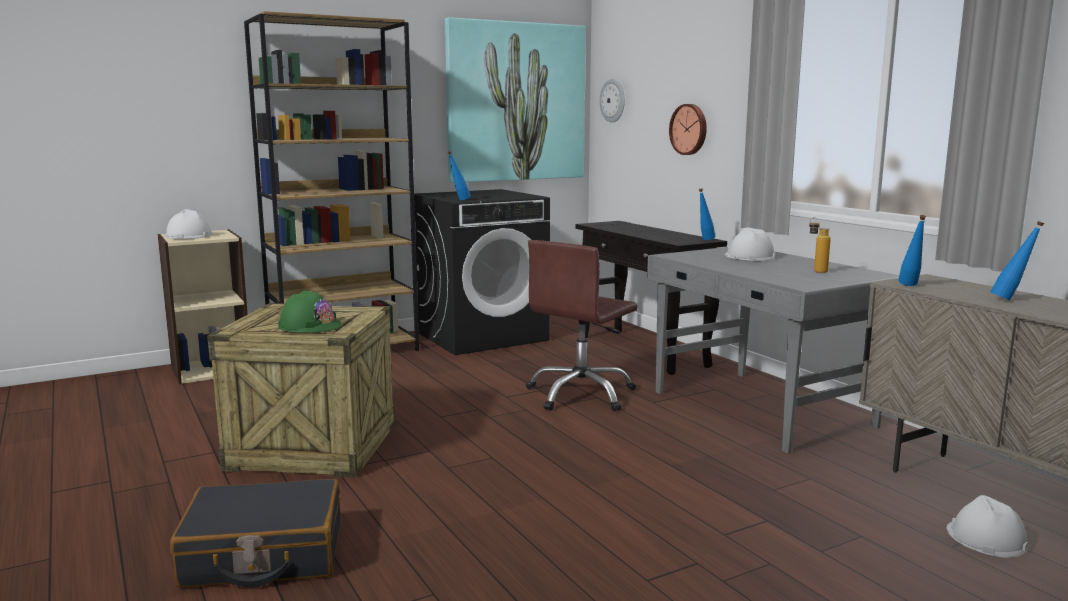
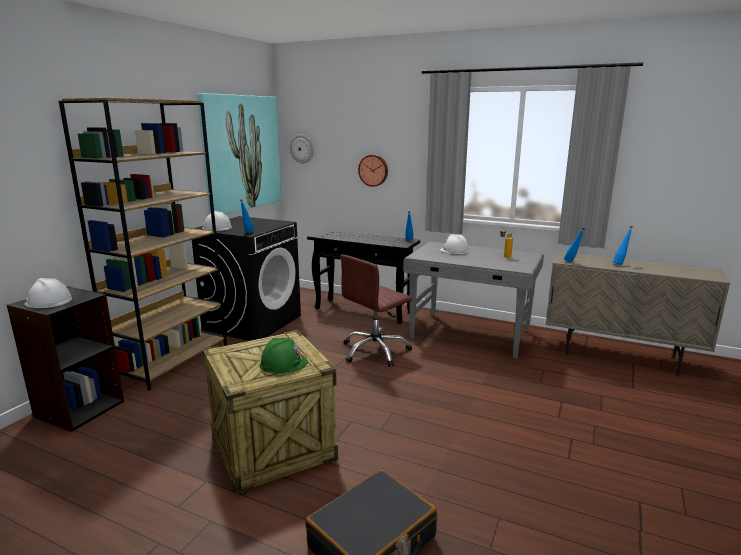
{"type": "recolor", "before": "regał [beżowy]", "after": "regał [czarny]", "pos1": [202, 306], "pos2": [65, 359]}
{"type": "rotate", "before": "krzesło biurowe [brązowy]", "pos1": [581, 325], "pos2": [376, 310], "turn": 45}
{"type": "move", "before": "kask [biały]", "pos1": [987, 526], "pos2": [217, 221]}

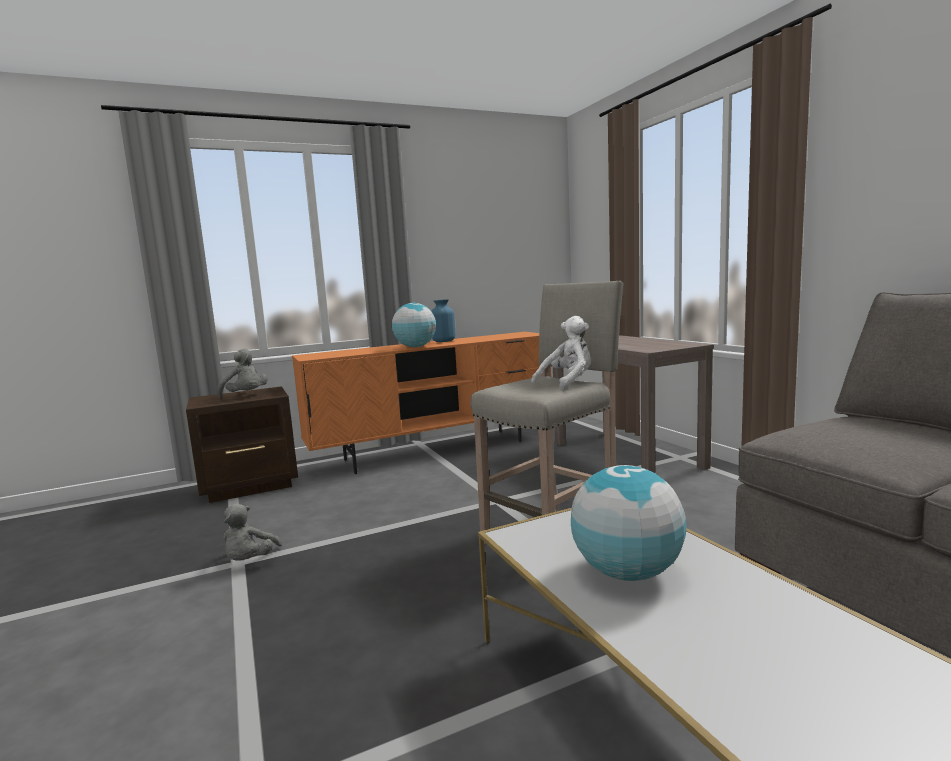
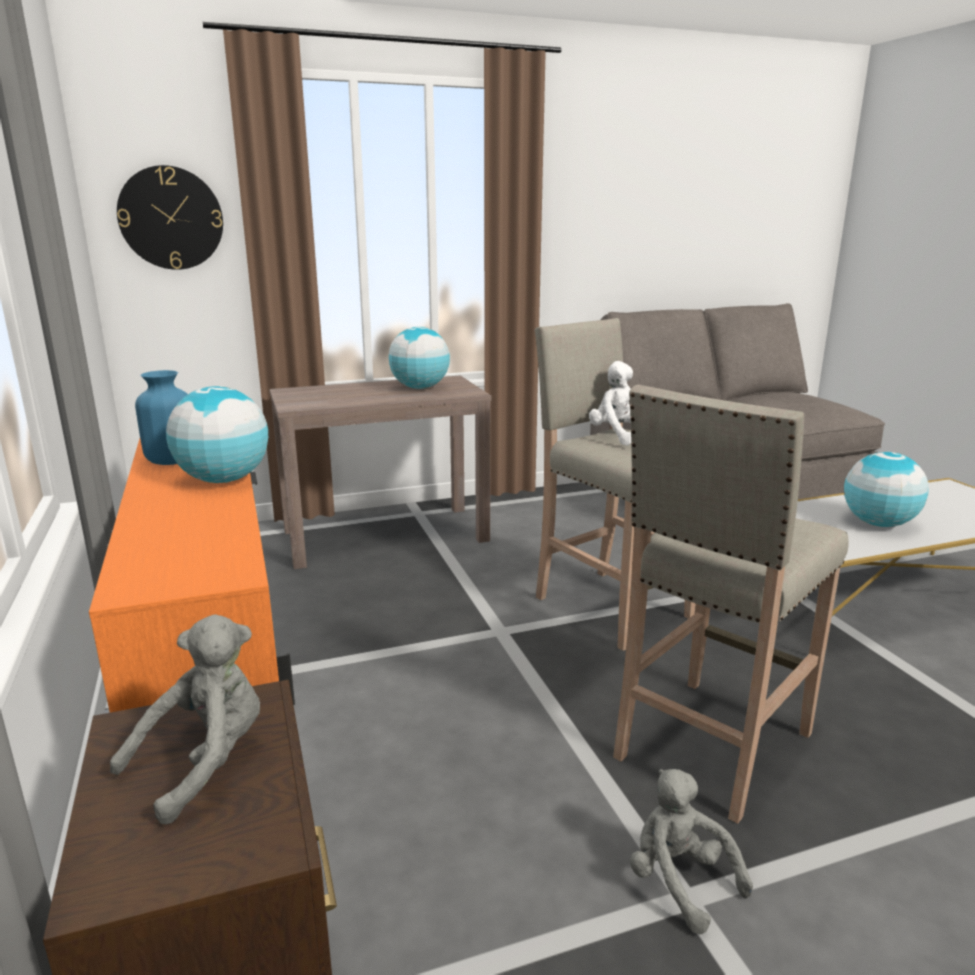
{"type": "rotate", "before": "pluszak [szary]", "pos1": [252, 532], "pos2": [691, 851], "turn": -135}
{"type": "insert", "after": "zegar ścienny", "pos2": [170, 217]}
{"type": "insert", "after": "globus", "pos2": [419, 358]}
{"type": "insert", "after": "stołek [beżowy]", "pos2": [731, 604]}

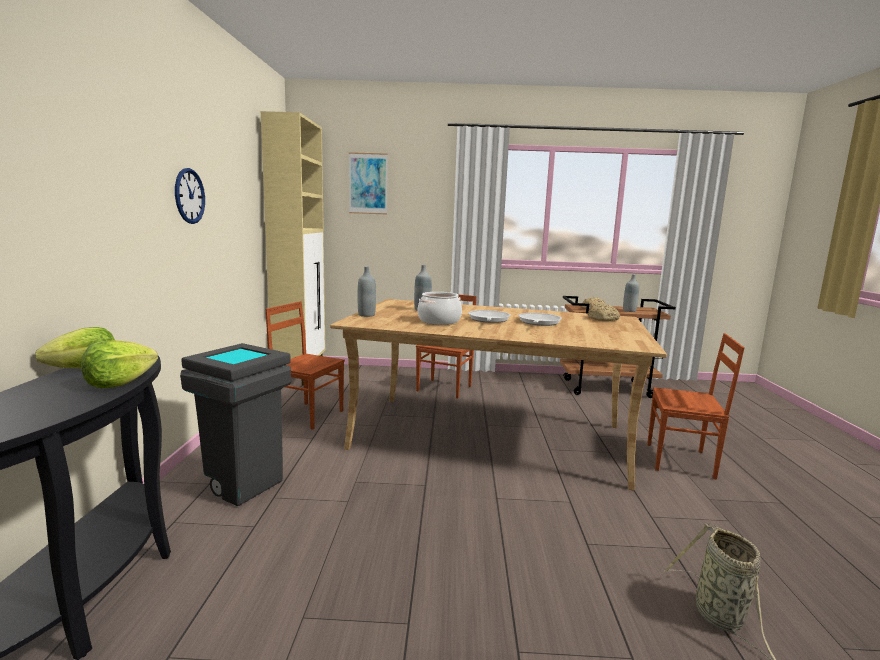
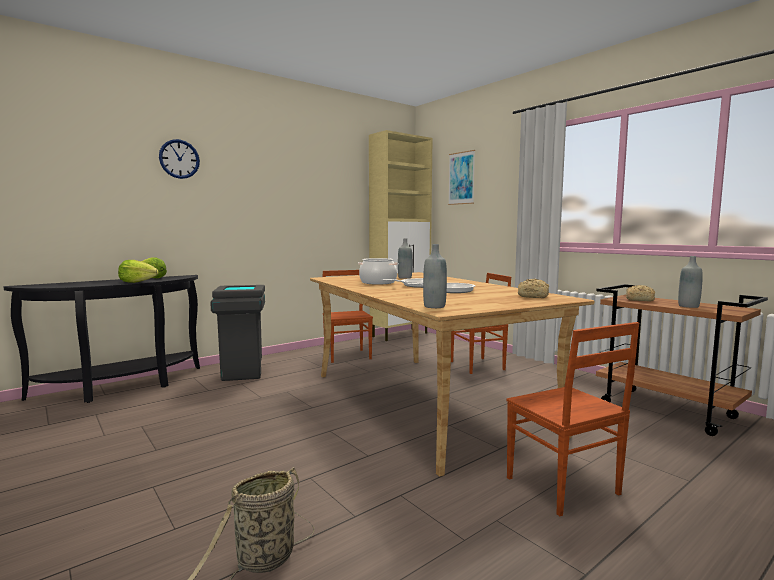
{"type": "move", "before": "zegar ścienny", "pos1": [190, 196], "pos2": [179, 159]}
{"type": "move", "before": "butelka [szary]", "pos1": [367, 291], "pos2": [435, 276]}

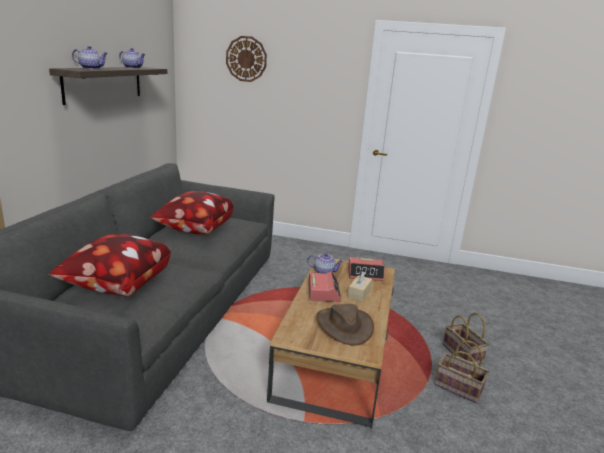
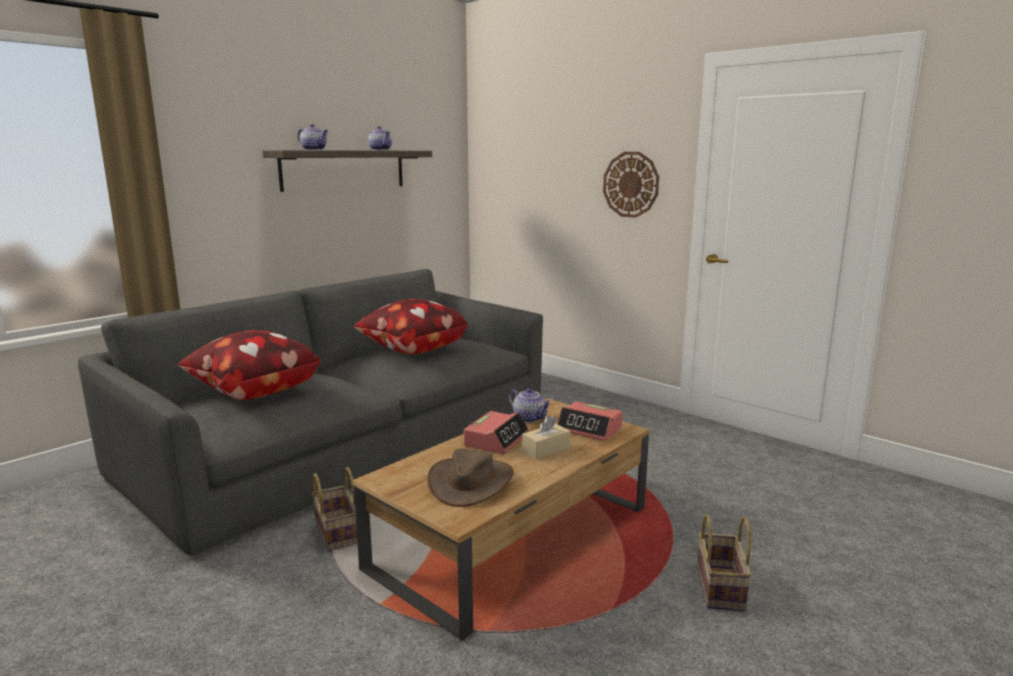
{"type": "move", "before": "zegar ścienny", "pos1": [246, 59], "pos2": [631, 185]}
{"type": "move", "before": "koszyk", "pos1": [462, 371], "pos2": [335, 509]}

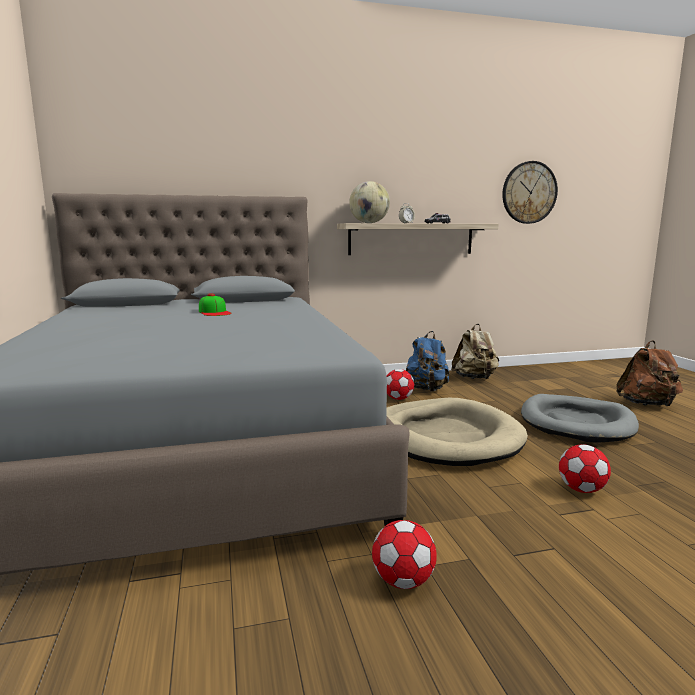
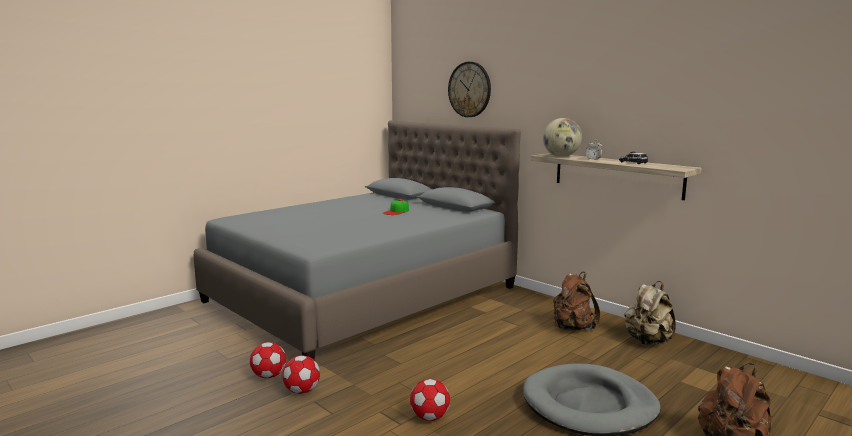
{"type": "move", "before": "piłka futbolowa", "pos1": [400, 384], "pos2": [301, 374]}
{"type": "delete", "before": "legowisko [beżowy]", "pos1": [457, 432]}
{"type": "recolor", "before": "plecak [niebieski]", "after": "plecak [brązowy]", "pos1": [428, 361], "pos2": [576, 301]}
{"type": "move", "before": "zegar ścienny", "pos1": [530, 192], "pos2": [469, 89]}

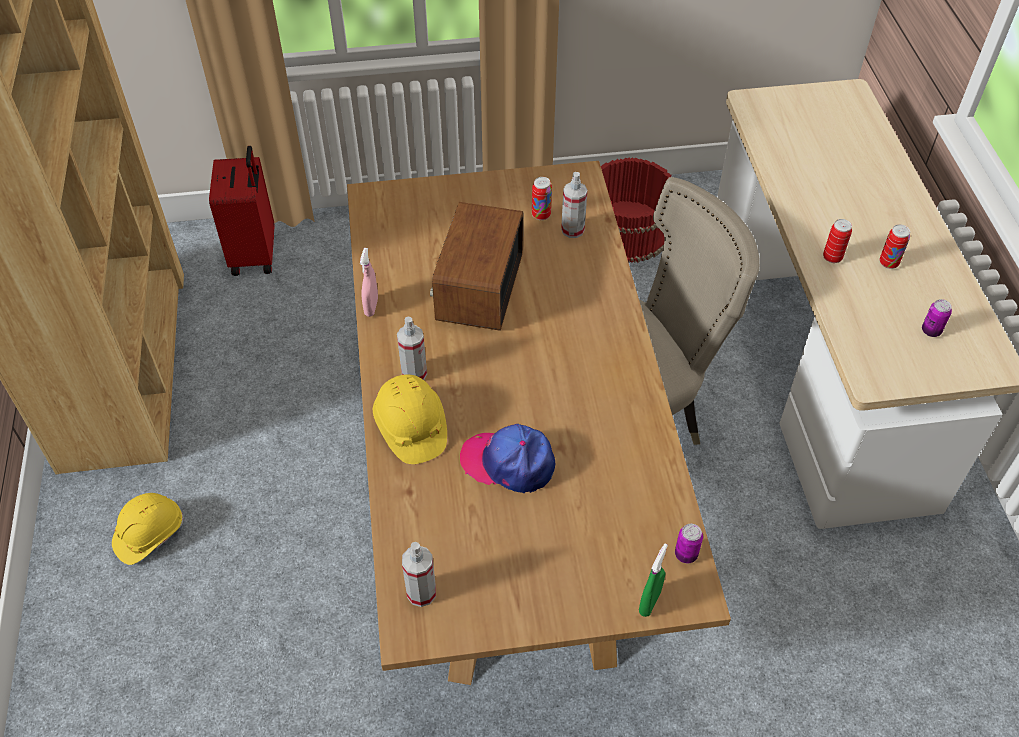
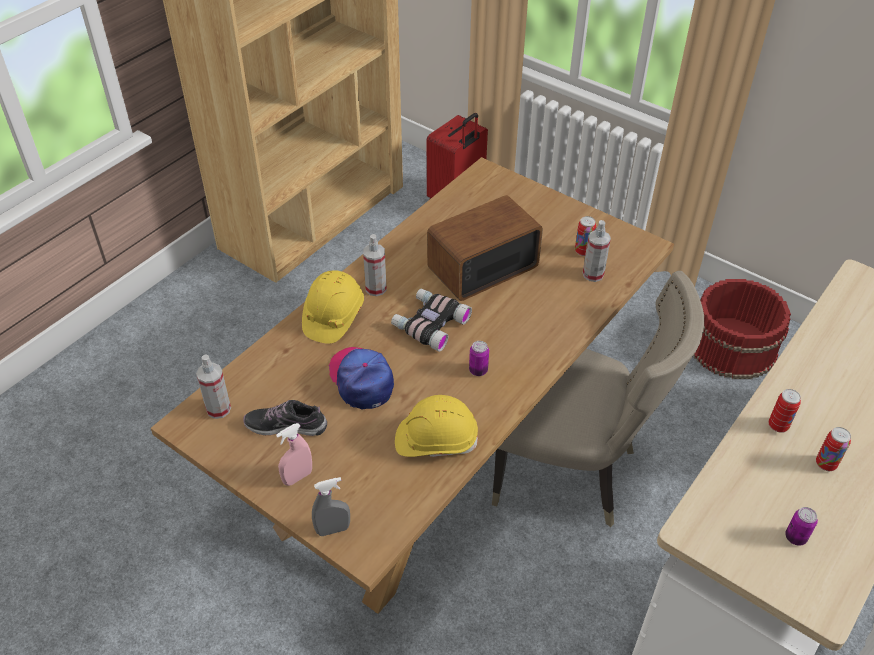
{"type": "move", "before": "kask [żółty]", "pos1": [147, 529], "pos2": [436, 426]}
{"type": "move", "before": "spryskiwacz [różowy]", "pos1": [369, 282], "pos2": [294, 454]}
{"type": "recolor", "before": "spryskiwacz [zielony]", "after": "spryskiwacz [szary]", "pos1": [653, 580], "pos2": [331, 506]}
{"type": "move", "before": "puszka", "pos1": [689, 543], "pos2": [479, 358]}
{"type": "insert", "after": "but", "pos2": [285, 418]}
{"type": "insert", "after": "lornetka", "pos2": [431, 320]}

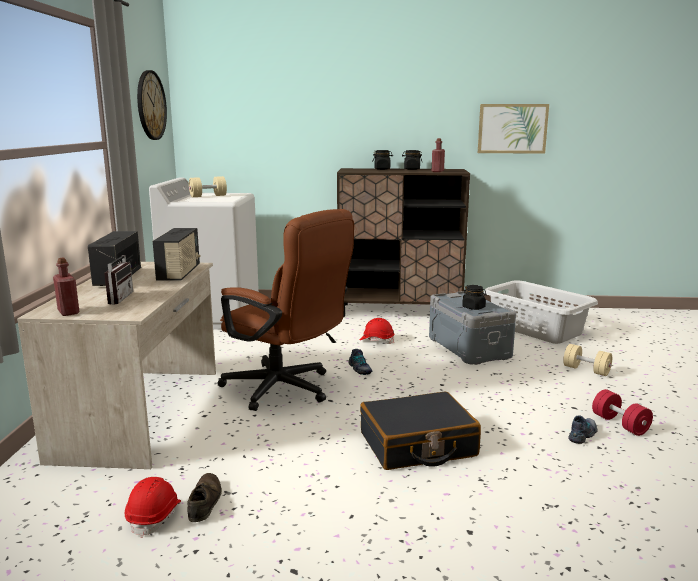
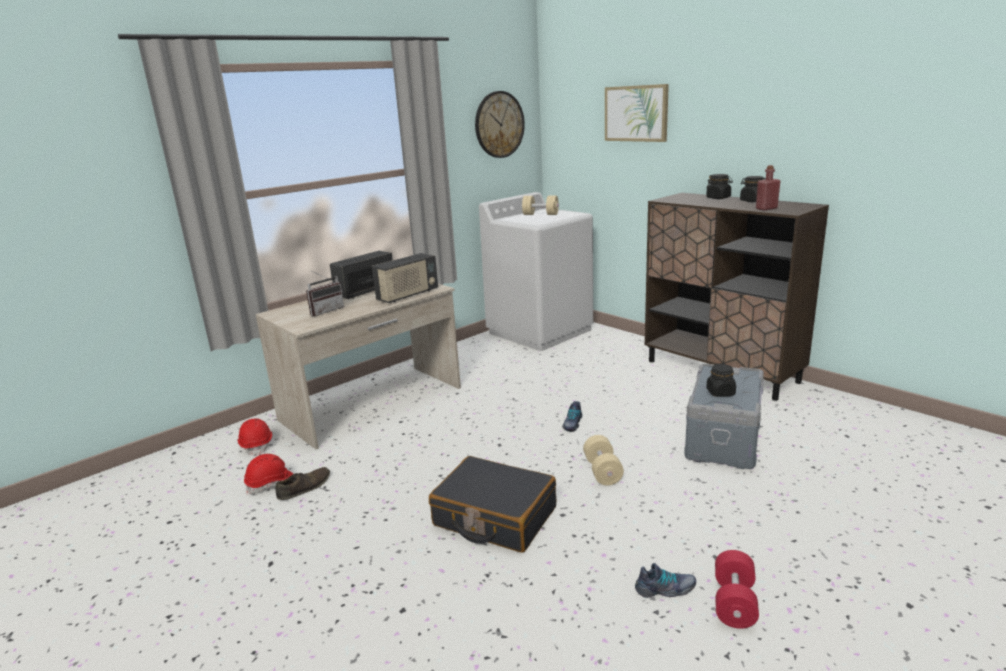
{"type": "delete", "before": "butelka [czerwony]", "pos1": [66, 287]}
{"type": "delete", "before": "krzesło biurowe [brązowy]", "pos1": [286, 310]}
{"type": "move", "before": "kask [czerwony]", "pos1": [377, 331], "pos2": [254, 436]}
{"type": "move", "before": "obraz", "pos1": [513, 128], "pos2": [637, 113]}
{"type": "delete", "before": "kosz na pranie [szary]", "pos1": [541, 312]}
{"type": "move", "before": "hantel [beżowy]", "pos1": [587, 360], "pos2": [603, 460]}

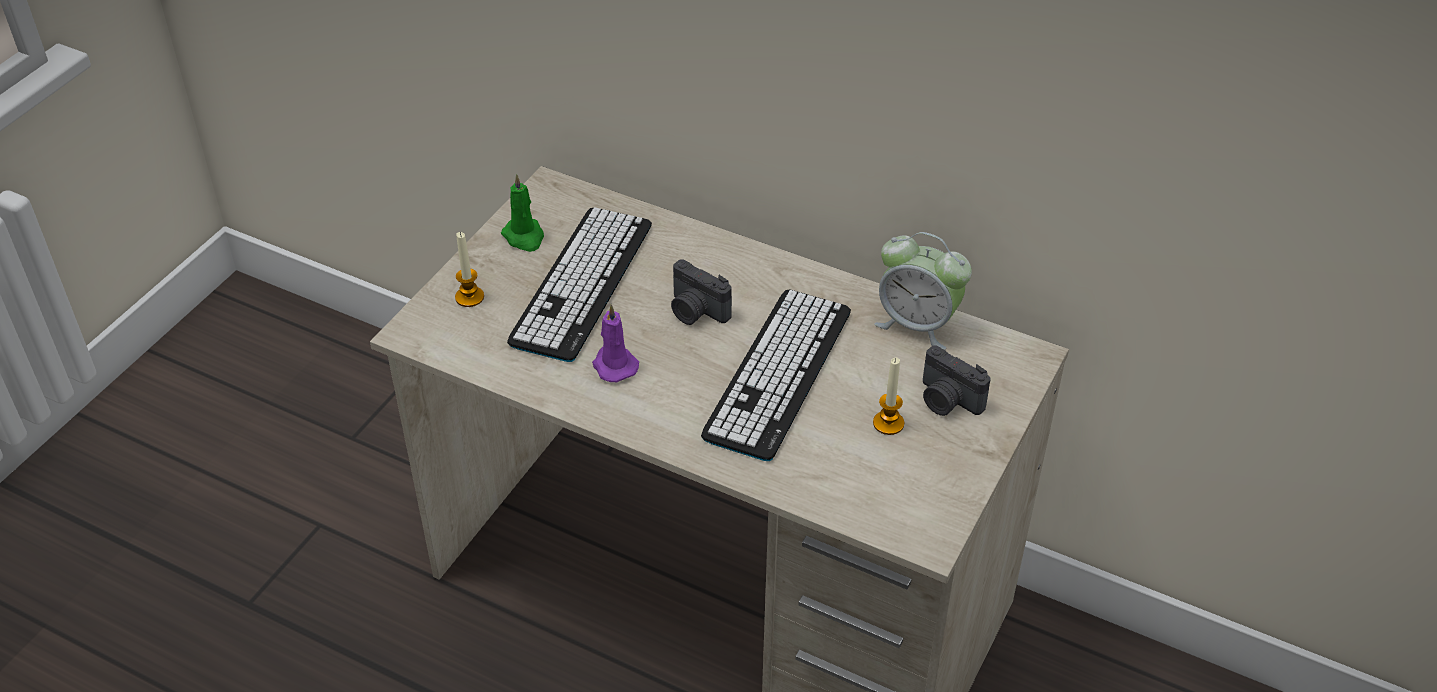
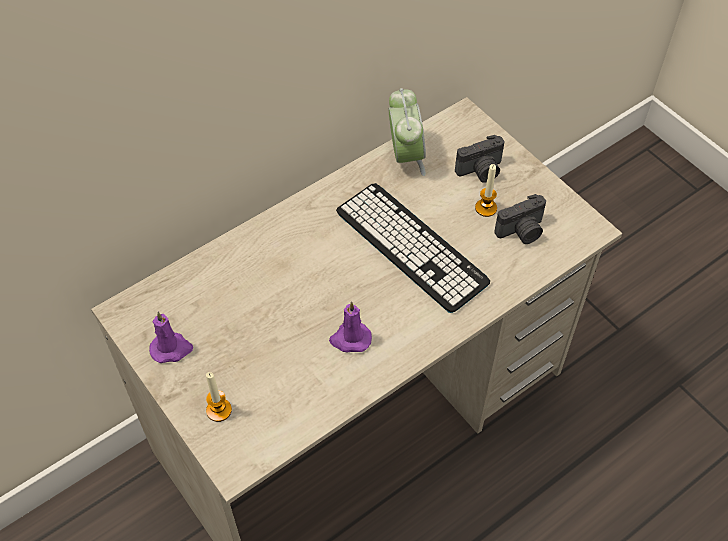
{"type": "recolor", "before": "świeca [zielony]", "after": "świeca [fioletowy]", "pos1": [522, 213], "pos2": [171, 337]}
{"type": "delete", "before": "klawiatura", "pos1": [579, 284]}
{"type": "move", "before": "aparat fotograficzny", "pos1": [701, 292], "pos2": [520, 219]}
{"type": "rotate", "before": "budzik", "pos1": [923, 291], "pos2": [407, 132], "turn": -60}

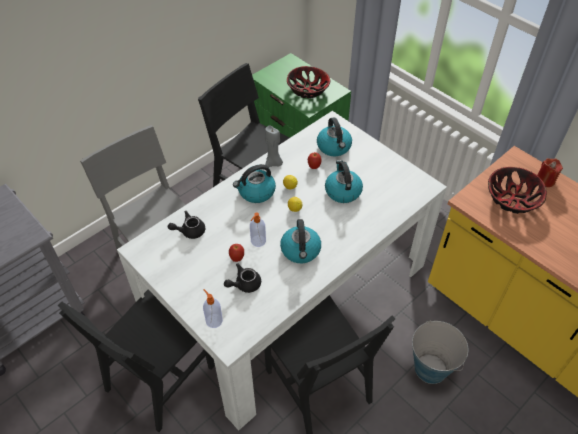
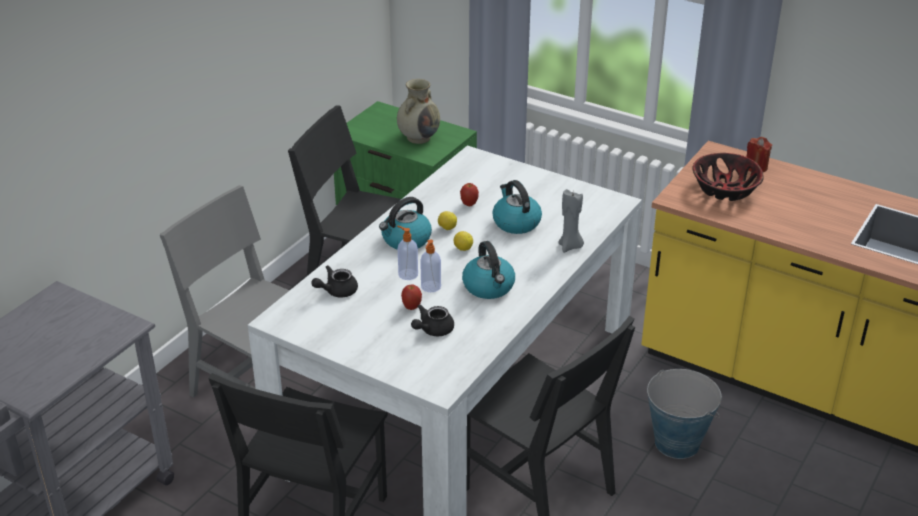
{"type": "move", "before": "dozownik mydła", "pos1": [213, 308], "pos2": [407, 253]}
{"type": "move", "before": "świeca [szary]", "pos1": [274, 146], "pos2": [571, 221]}
{"type": "replace", "before": "miska", "after": "wazon [beżowy]", "pos1": [308, 82], "pos2": [418, 111]}
{"type": "delete", "before": "czajnik", "pos1": [334, 136]}

